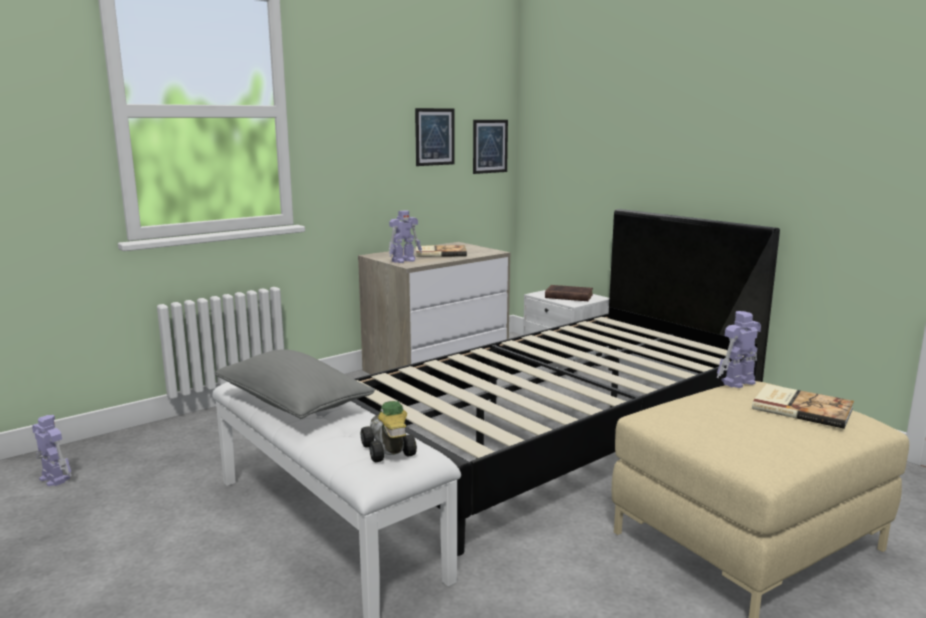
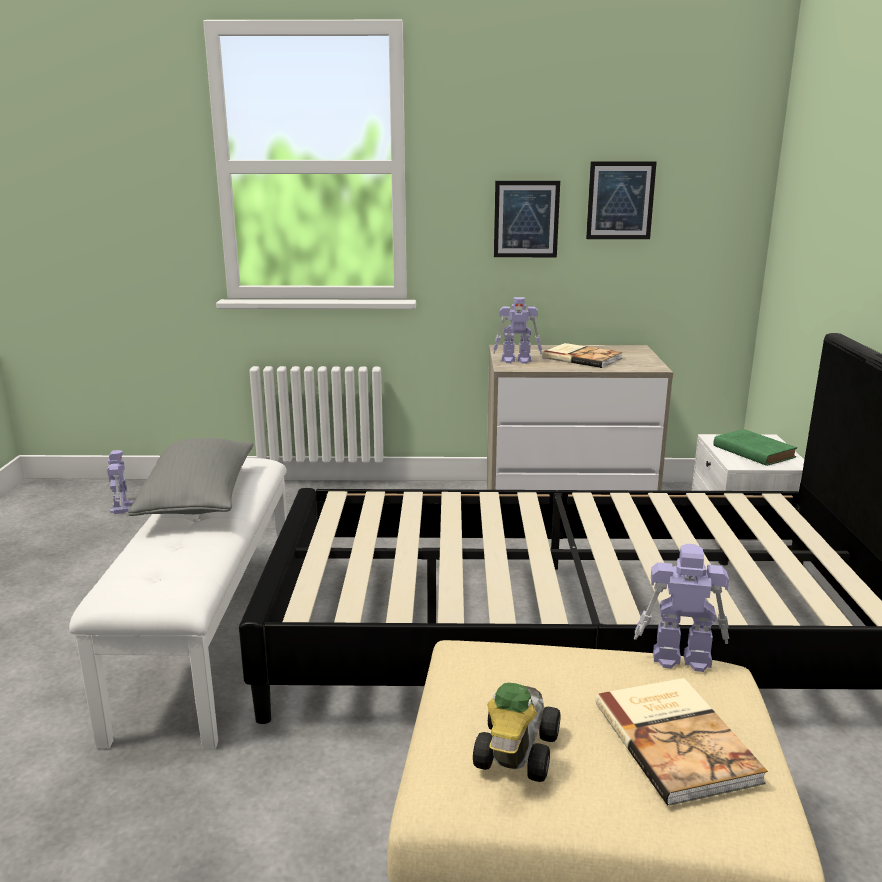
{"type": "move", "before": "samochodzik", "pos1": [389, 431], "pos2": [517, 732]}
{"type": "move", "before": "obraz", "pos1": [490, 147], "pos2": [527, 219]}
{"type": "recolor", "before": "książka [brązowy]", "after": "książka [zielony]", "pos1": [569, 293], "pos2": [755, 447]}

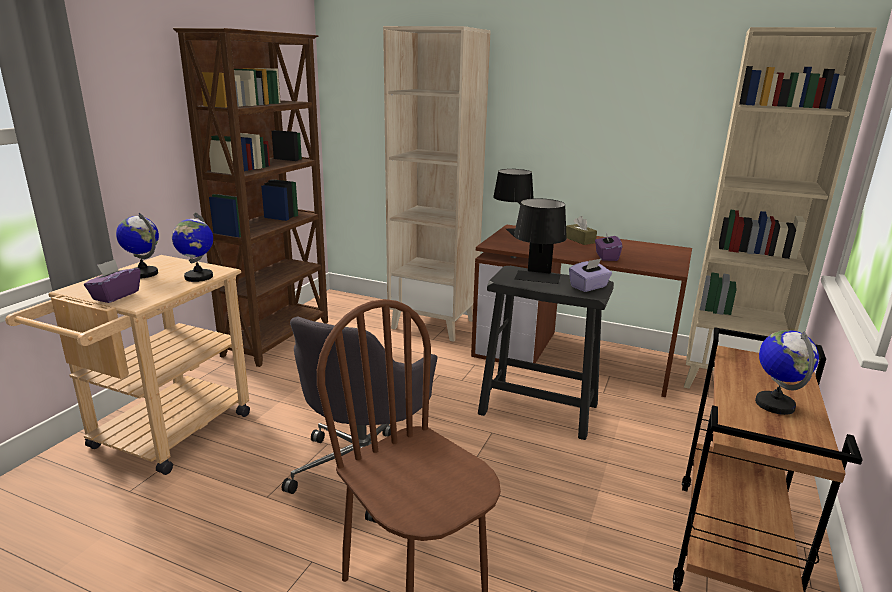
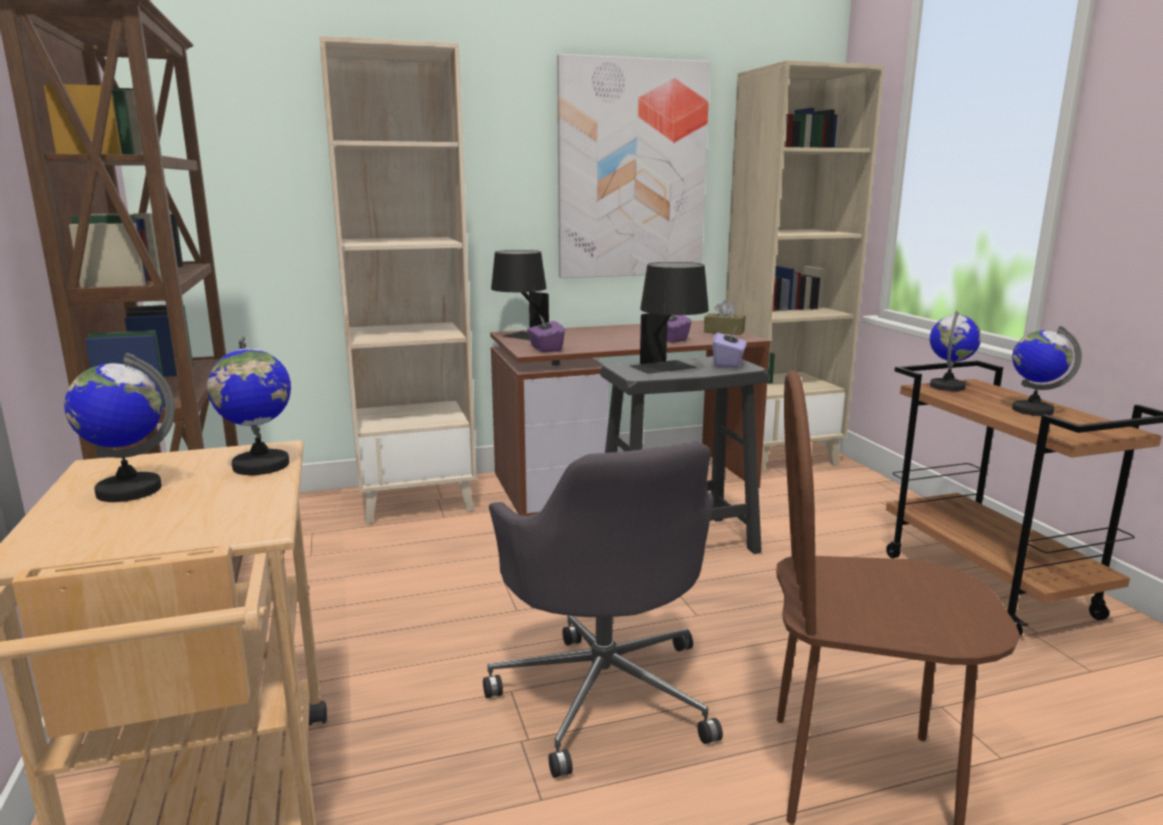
{"type": "move", "before": "pudełko chusteczek [fioletowy]", "pos1": [112, 281], "pos2": [546, 333]}
{"type": "move", "before": "pudełko chusteczek [brązowy]", "pos1": [581, 230], "pos2": [724, 317]}
{"type": "insert", "after": "obraz", "pos2": [633, 166]}
{"type": "insert", "after": "globus", "pos2": [955, 350]}

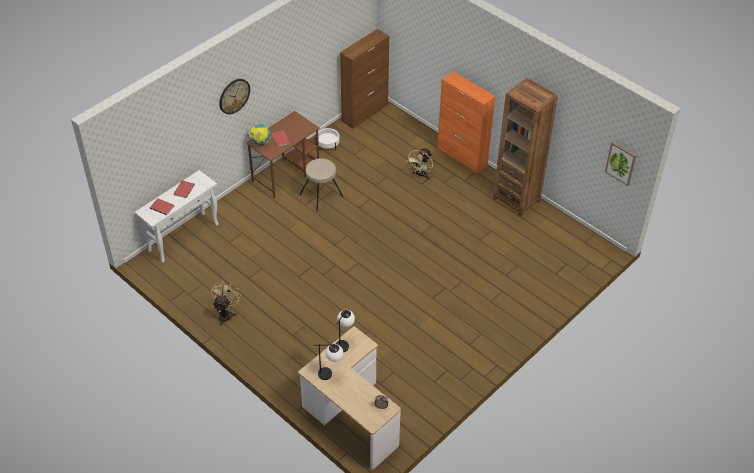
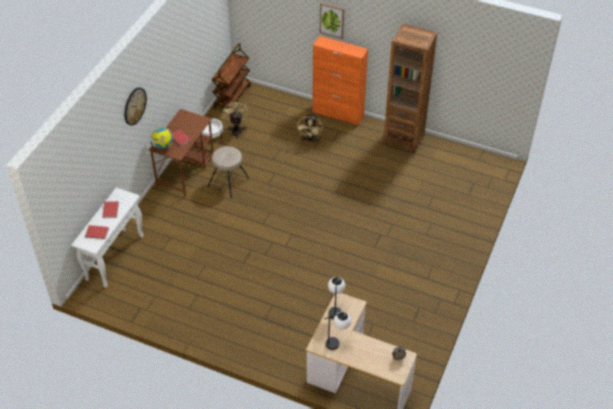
{"type": "move", "before": "wentylator [beżowy]", "pos1": [226, 303], "pos2": [235, 119]}
{"type": "replace", "before": "szafka [brązowy]", "after": "wózek [brązowy]", "pos1": [364, 79], "pos2": [231, 79]}
{"type": "move", "before": "obraz", "pos1": [621, 164], "pos2": [332, 20]}

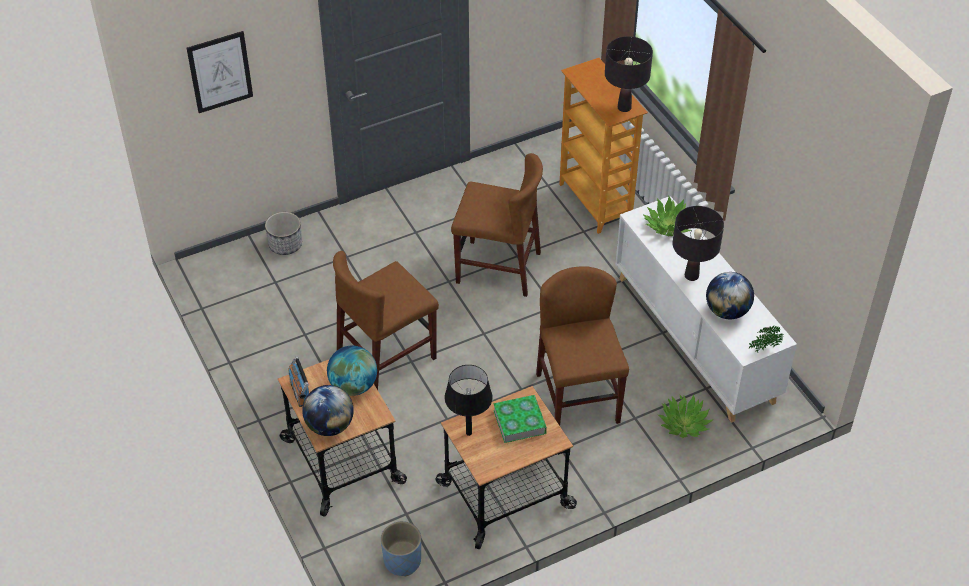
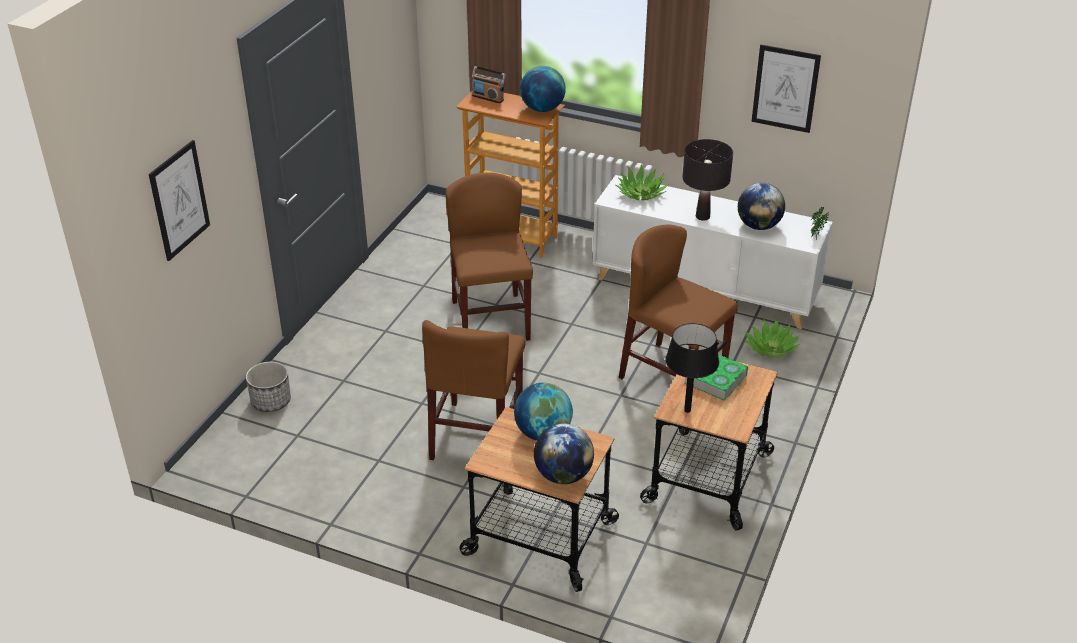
{"type": "move", "before": "radio", "pos1": [298, 382], "pos2": [489, 84]}
{"type": "delete", "before": "donica [niebieski]", "pos1": [401, 548]}
{"type": "rotate", "before": "krzesło [brązowy]", "pos1": [497, 225], "pos2": [489, 257], "turn": -75}
{"type": "replace", "before": "lampa stołowa [czarny]", "after": "globus", "pos1": [629, 74], "pos2": [543, 89]}
{"type": "insert", "after": "obraz", "pos2": [786, 89]}

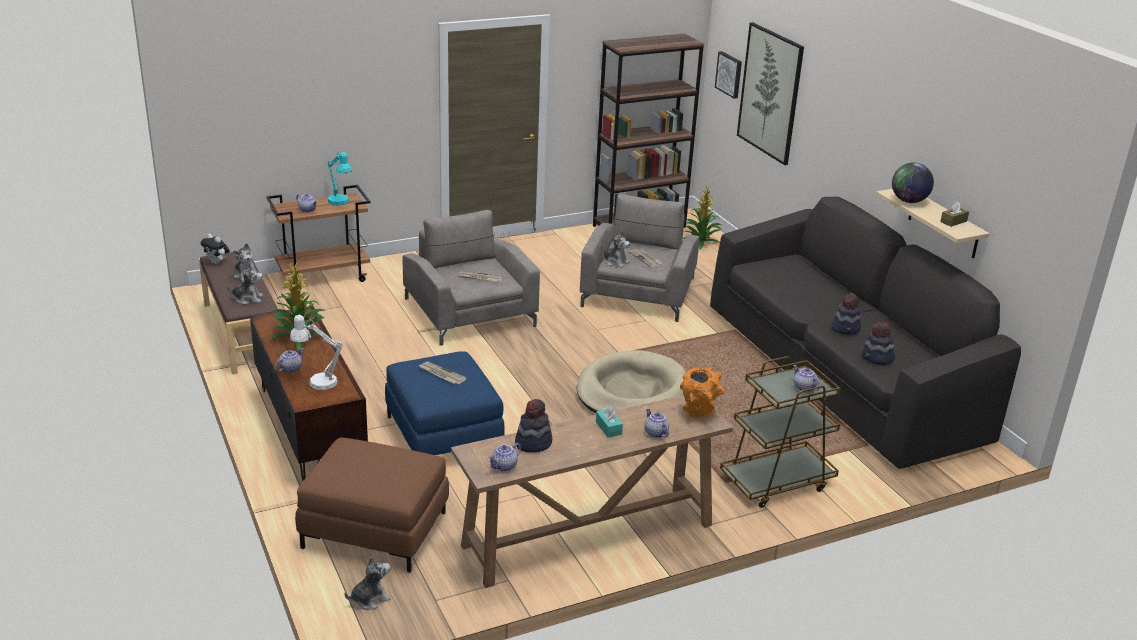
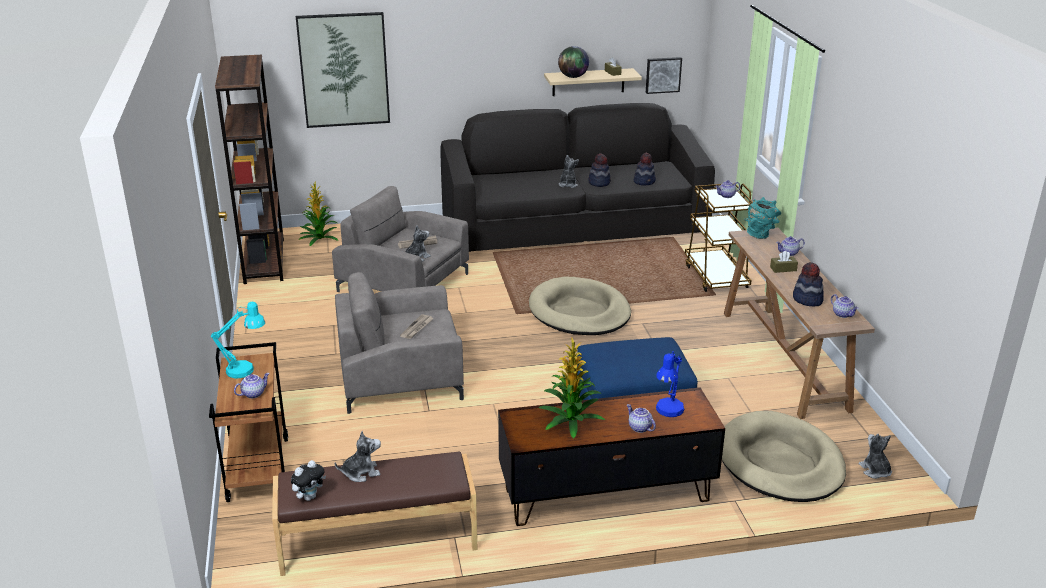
{"type": "move", "before": "pluszak", "pos1": [244, 284], "pos2": [569, 171]}
{"type": "recolor", "before": "lampa stołowa [biały]", "after": "lampa stołowa [niebieski]", "pos1": [316, 352], "pos2": [670, 384]}
{"type": "replace", "before": "pufa [brązowy]", "after": "legowisko [beżowy]", "pos1": [372, 505], "pos2": [784, 456]}
{"type": "delete", "before": "gazeta", "pos1": [443, 373]}
{"type": "recolor", "before": "pudełko chusteczek [turkusowy]", "after": "pudełko chusteczek [brązowy]", "pos1": [609, 422], "pos2": [784, 262]}
{"type": "recolor", "before": "wazon [pomarańczowy]", "after": "wazon [turkusowy]", "pos1": [702, 392], "pos2": [762, 218]}
{"type": "move", "before": "obraz", "pos1": [728, 75], "pos2": [664, 75]}

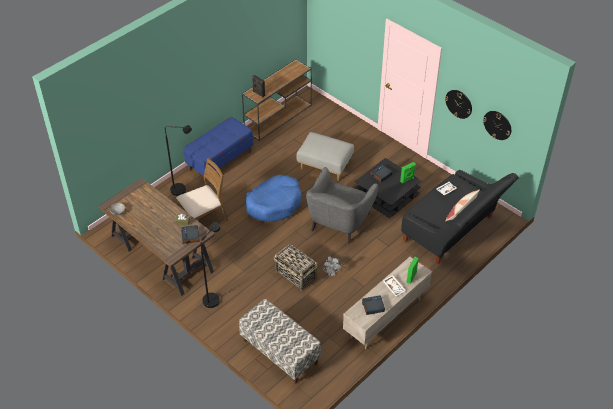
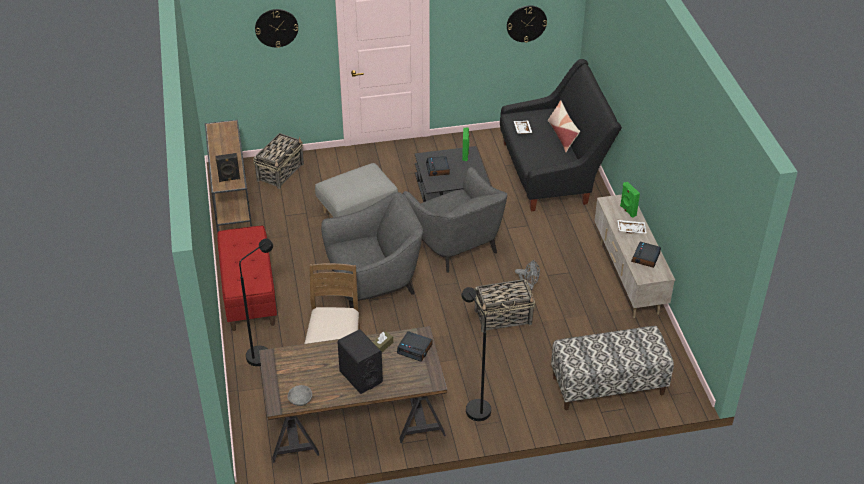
{"type": "recolor", "before": "ławka [niebieski]", "after": "ławka [czerwony]", "pos1": [218, 146], "pos2": [247, 278]}
{"type": "replace", "before": "legowisko [niebieski]", "after": "fotel [szary]", "pos1": [273, 198], "pos2": [372, 250]}
{"type": "move", "before": "zegar ścienny", "pos1": [458, 104], "pos2": [276, 28]}
{"type": "insert", "after": "koszyk", "pos2": [278, 161]}
{"type": "insert", "after": "głośnik [czarny]", "pos2": [360, 361]}

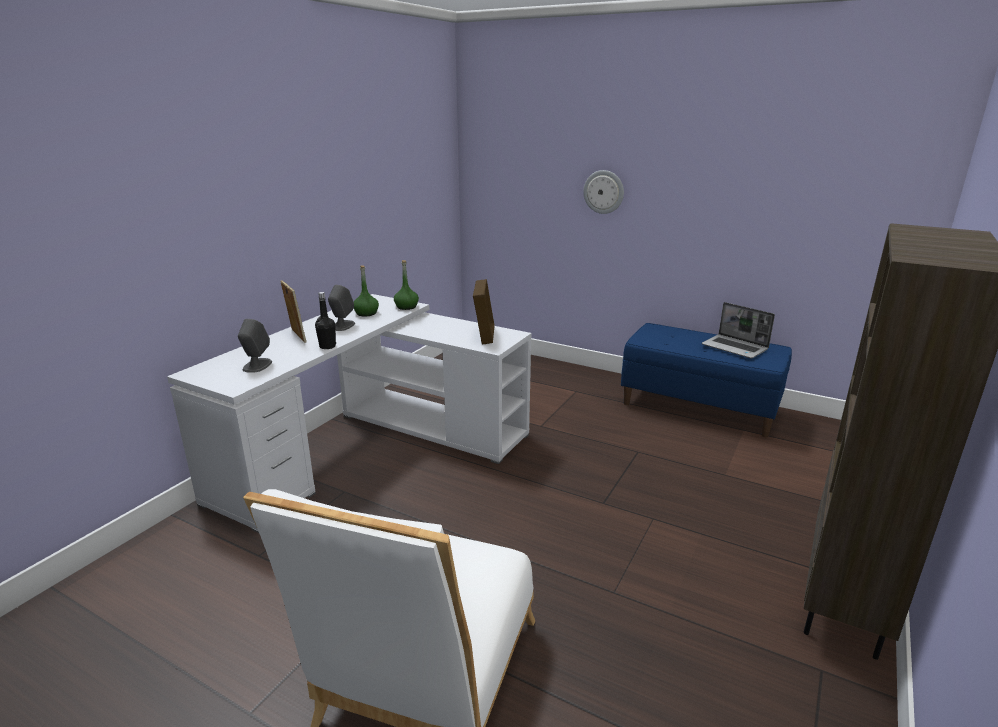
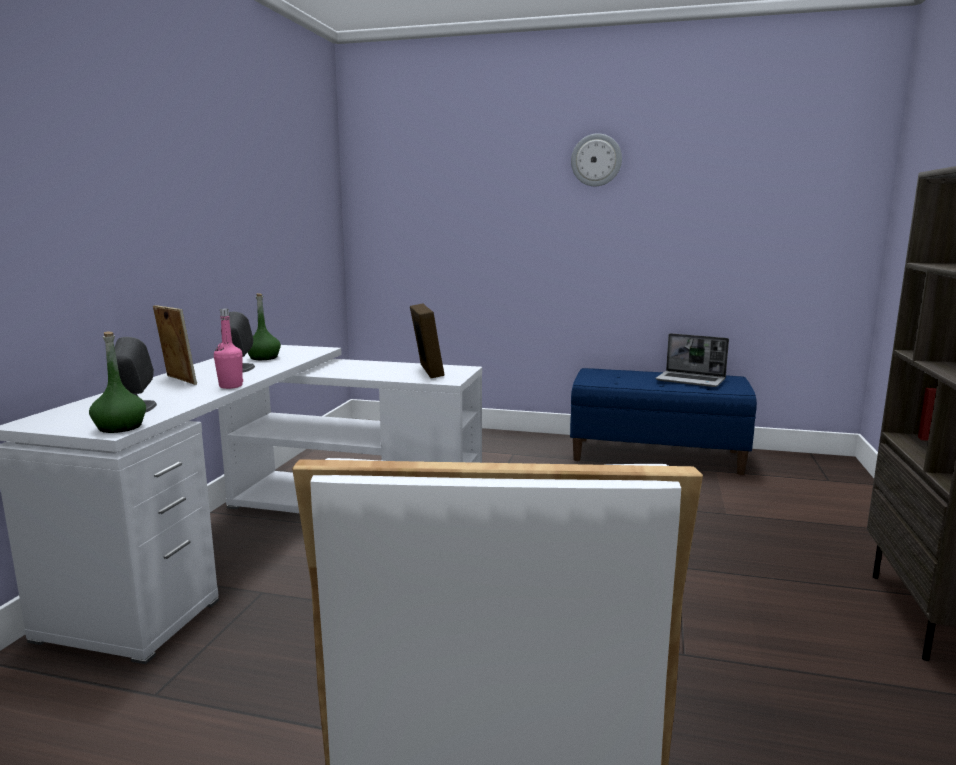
{"type": "recolor", "before": "butelka [czarny]", "after": "butelka [różowy]", "pos1": [325, 320], "pos2": [228, 349]}
{"type": "move", "before": "butelka [zielony]", "pos1": [406, 285], "pos2": [117, 382]}
{"type": "move", "before": "zegar ścienny", "pos1": [603, 192], "pos2": [596, 159]}

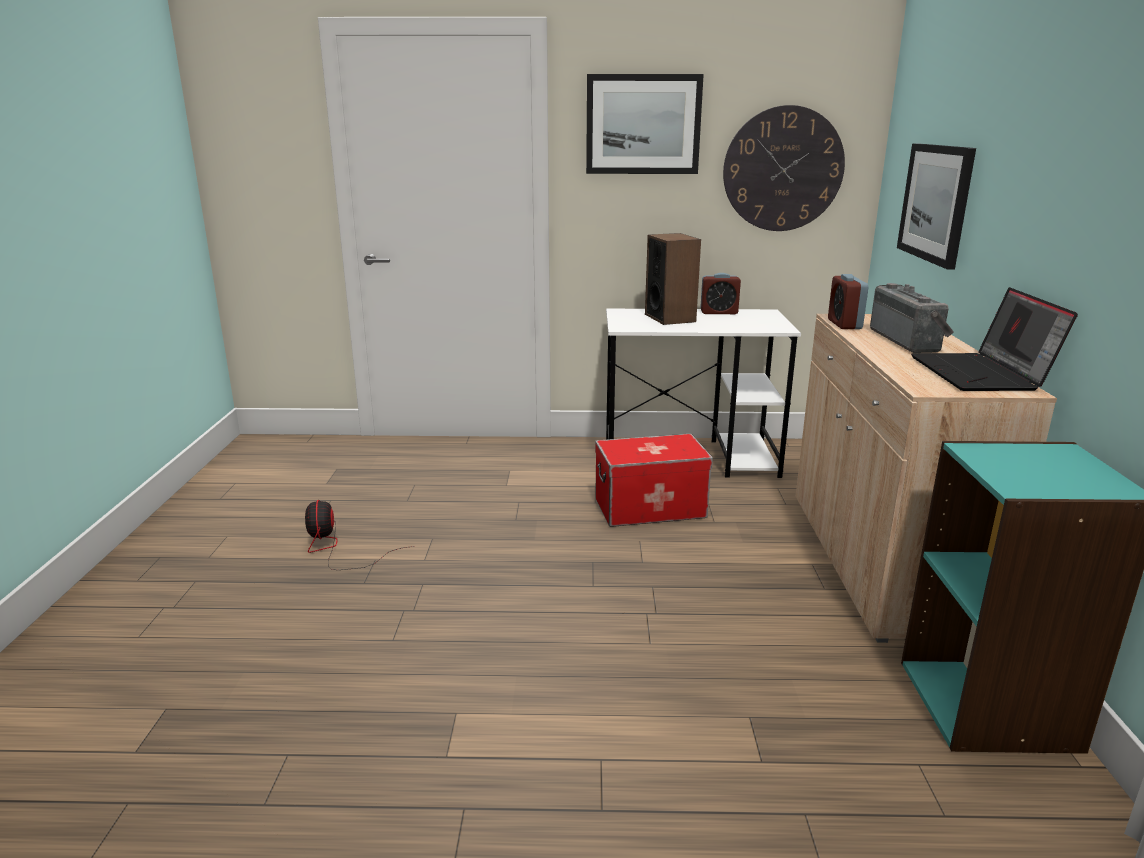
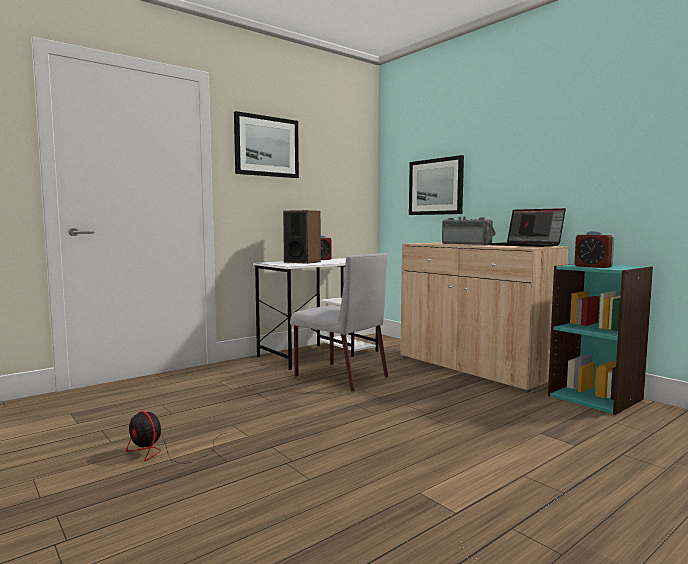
{"type": "replace", "before": "pojemnik do przechowywania", "after": "krzesło [szary]", "pos1": [654, 480], "pos2": [339, 322]}
{"type": "delete", "before": "zegar ścienny", "pos1": [784, 168]}
{"type": "move", "before": "budzik", "pos1": [848, 301], "pos2": [594, 249]}

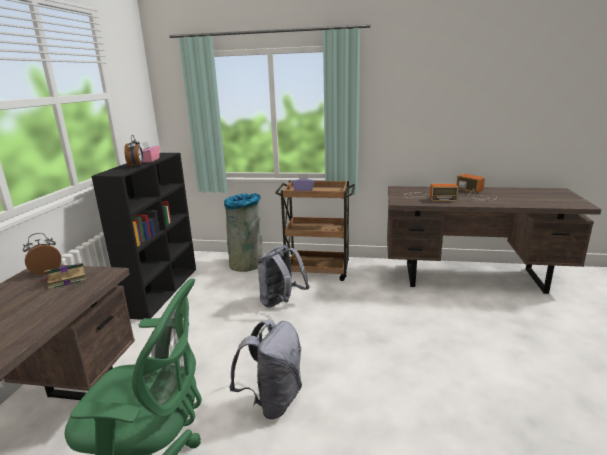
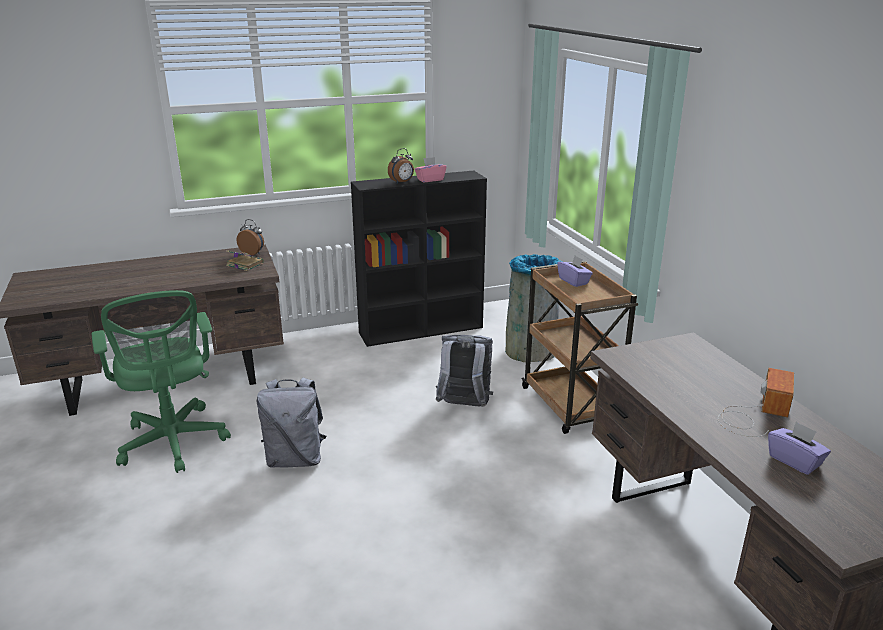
{"type": "delete", "before": "radio", "pos1": [431, 192]}
{"type": "insert", "after": "pudełko chusteczek [fioletowy]", "pos2": [799, 448]}

